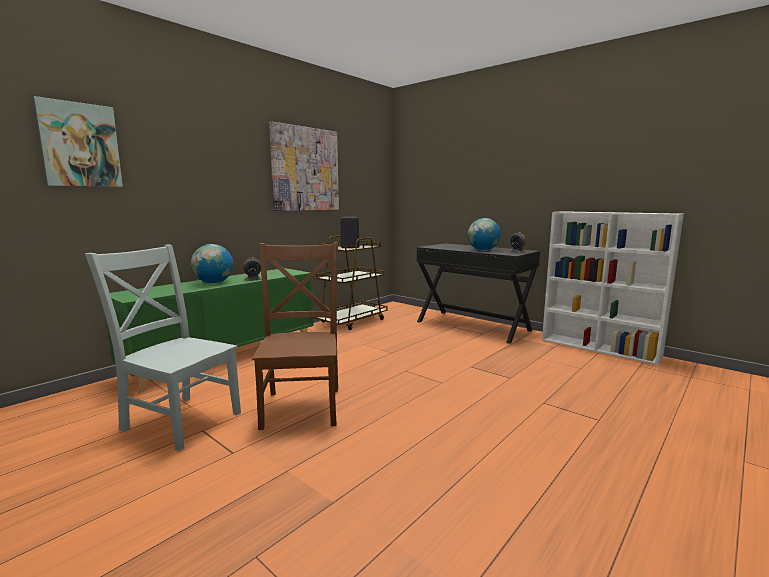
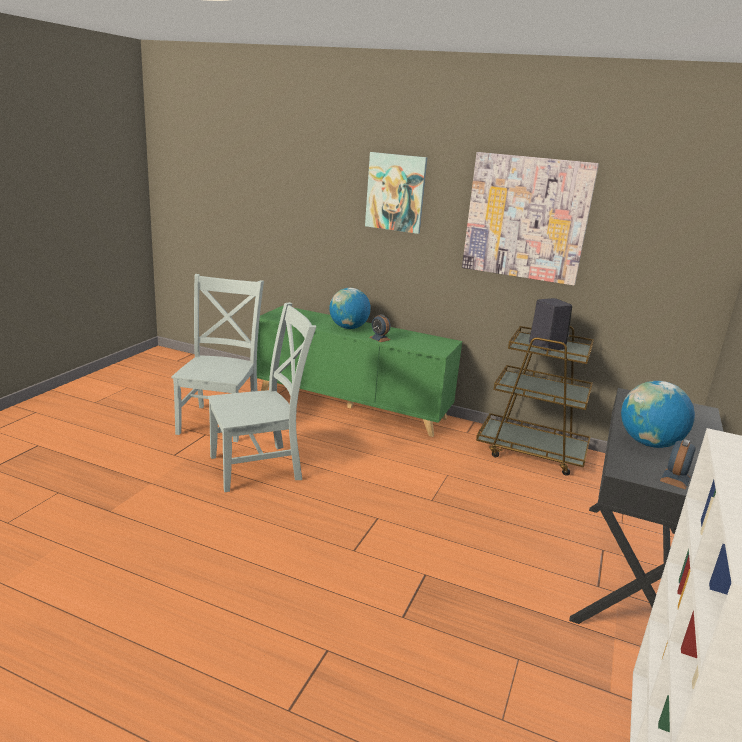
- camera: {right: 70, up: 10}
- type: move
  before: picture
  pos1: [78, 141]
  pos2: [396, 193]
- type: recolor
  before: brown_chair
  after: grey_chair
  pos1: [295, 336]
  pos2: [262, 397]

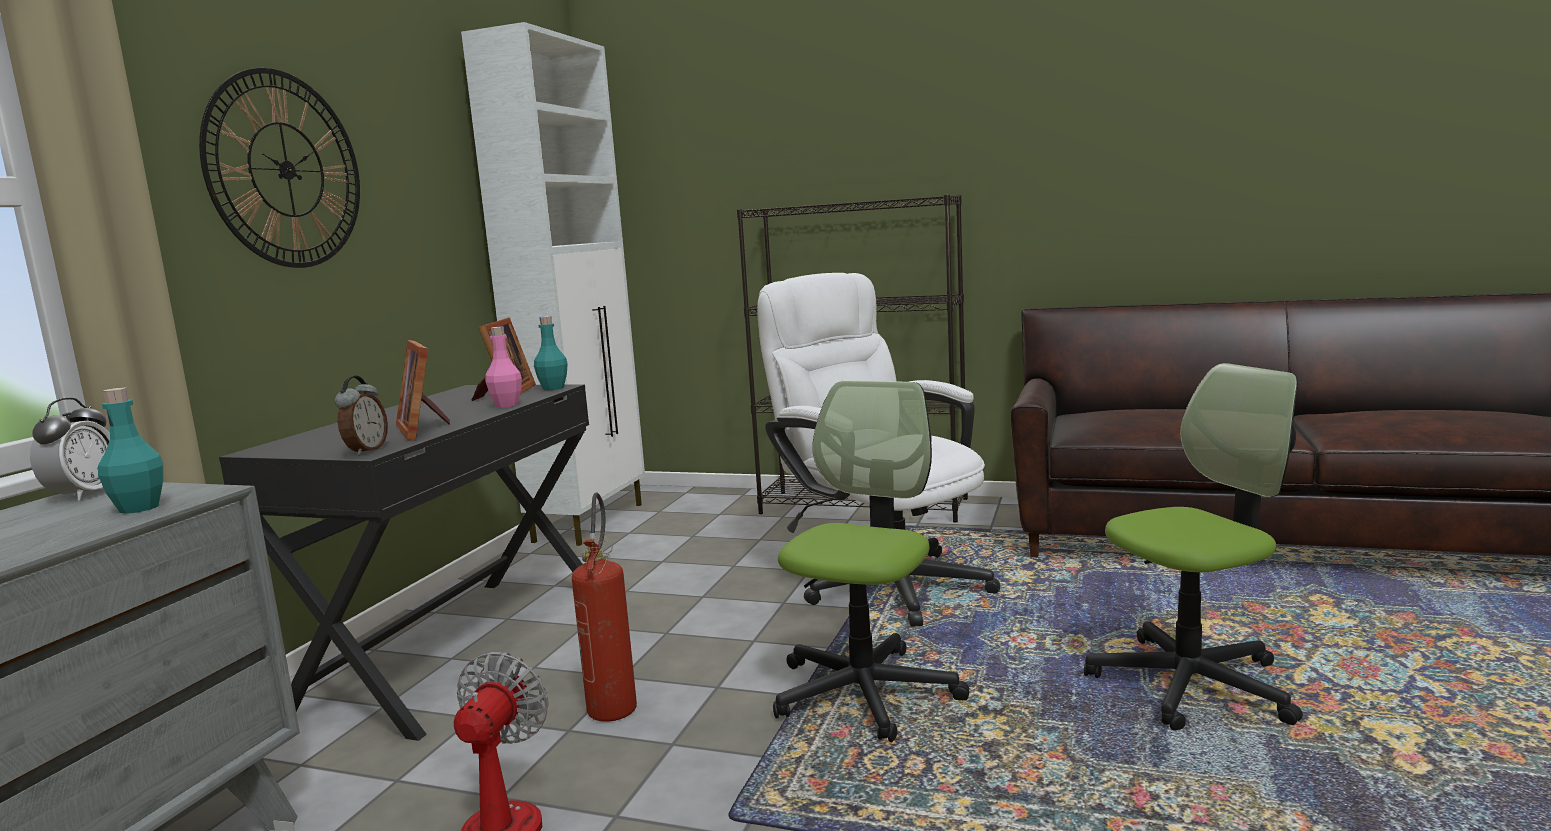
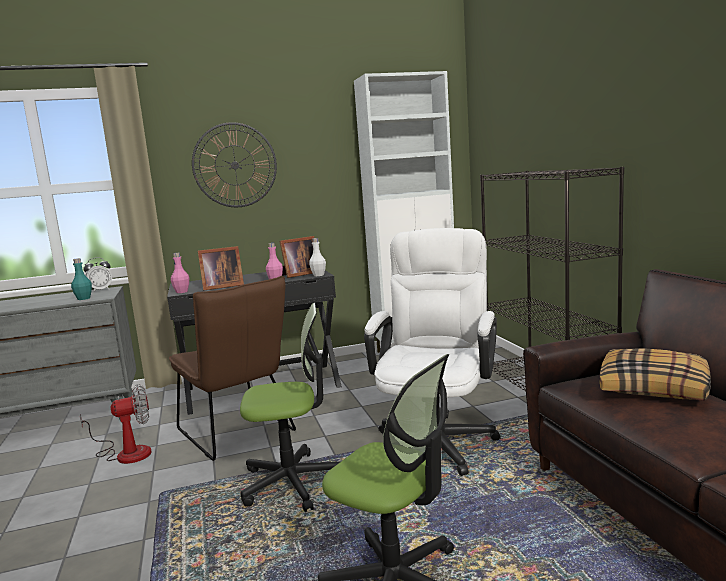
- camera: {right: 55, up: 0}
- type: insert
  after: pillow
  pos2: [655, 374]
- type: replace
  before: alarm_clock
  after: pink_bottle
  pos1: [361, 415]
  pos2: [180, 273]
- type: replace
  before: fire_extinguisher
  after: brown_chair
  pos1: [604, 607]
  pos2: [232, 368]
- type: recolor
  before: turquoise_bottle
  after: white_bottle
  pos1: [551, 353]
  pos2: [317, 257]
- type: rotate
  before: picture_frame
  pos1: [423, 390]
  pos2: [221, 268]
  turn: -135

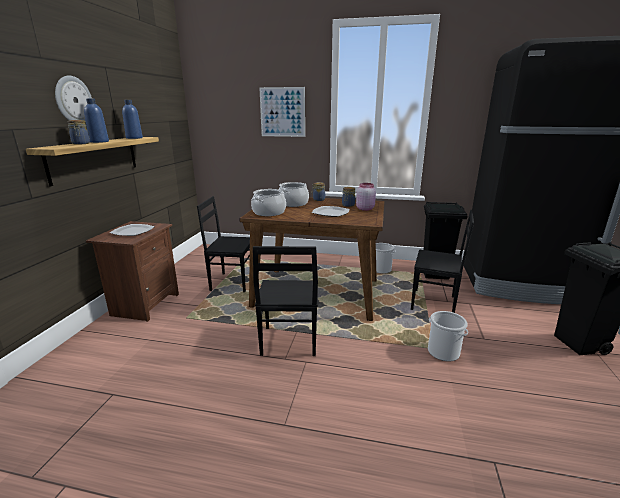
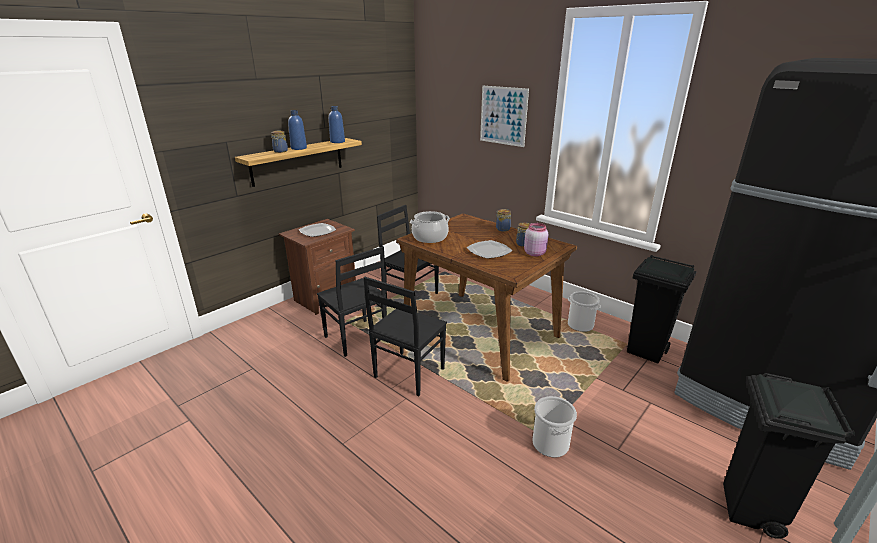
- camera: {right: 30, up: 5}
- type: delete
  before: wall_clock
  pos1: [73, 99]
- type: delete
  before: cooking_pot
  pos1: [294, 194]
- type: move
  before: black_chair
  pos1: [442, 261]
  pos2: [352, 301]

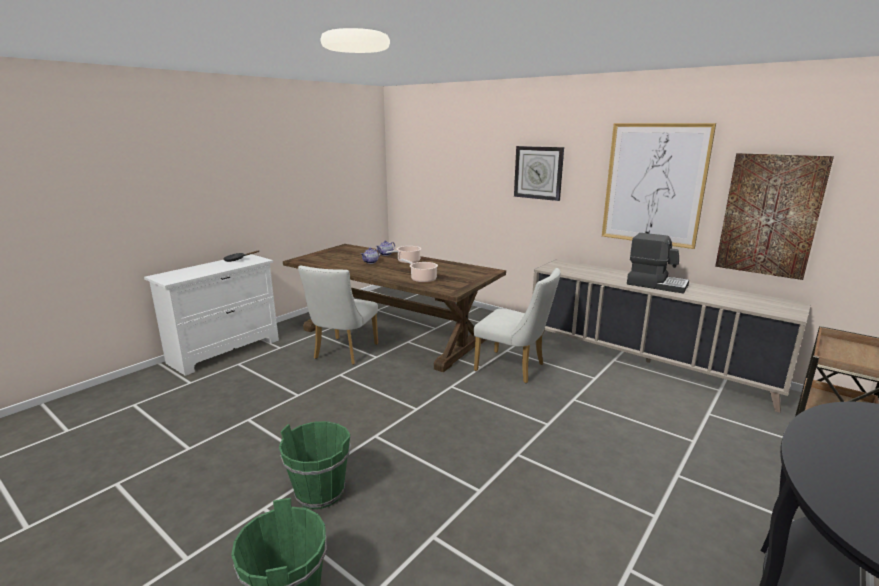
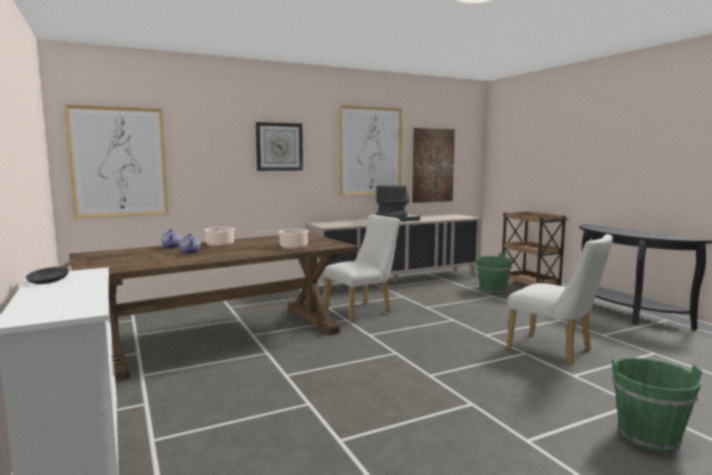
- camera: {right: -65, up: -10}
- type: insert
  after: picture
  pos2: [116, 161]
- type: move
  before: green_bucket
  pos1: [315, 465]
  pos2: [494, 273]
- type: move
  before: white_chair
  pos1: [338, 315]
  pos2: [560, 300]

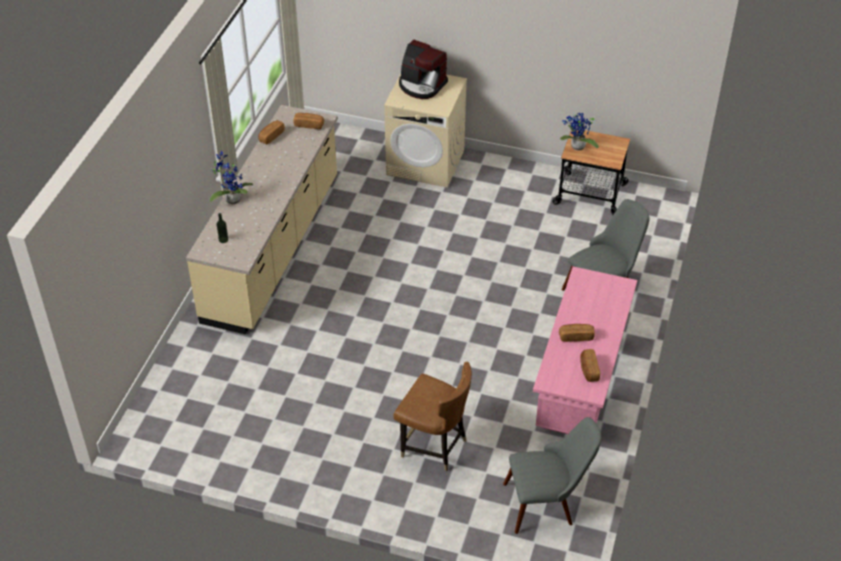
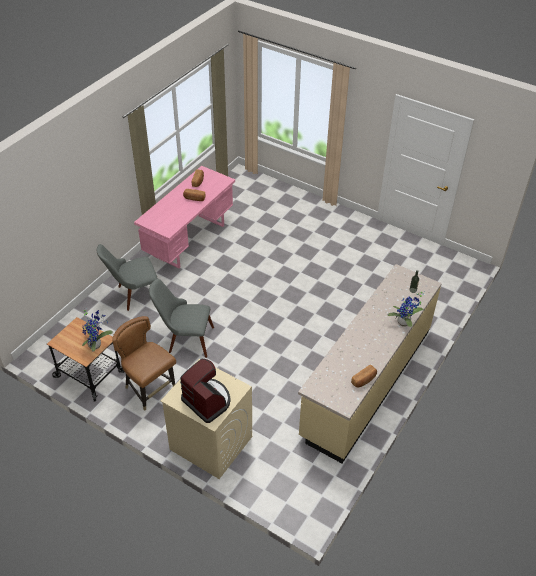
- camera: {right: -165, up: 0}
- type: delete
  before: bread
  pos1: [308, 121]
- type: move
  before: brown_chair
  pos1: [432, 416]
  pos2: [144, 363]
- type: move
  before: grey_chair
  pos1: [552, 475]
  pos2: [181, 318]

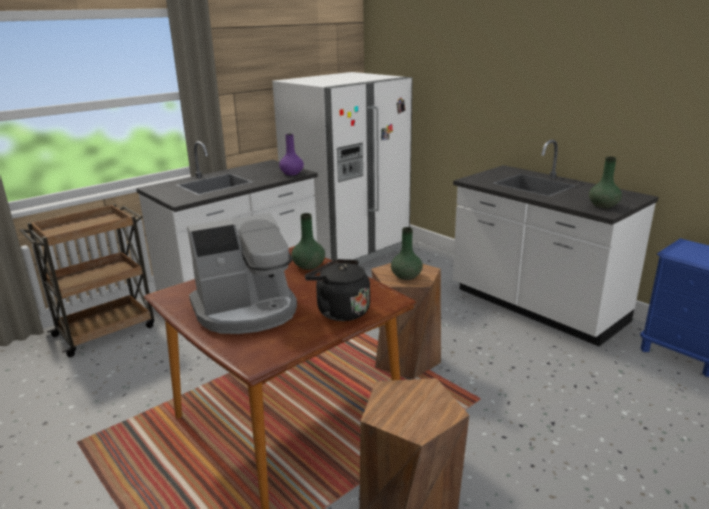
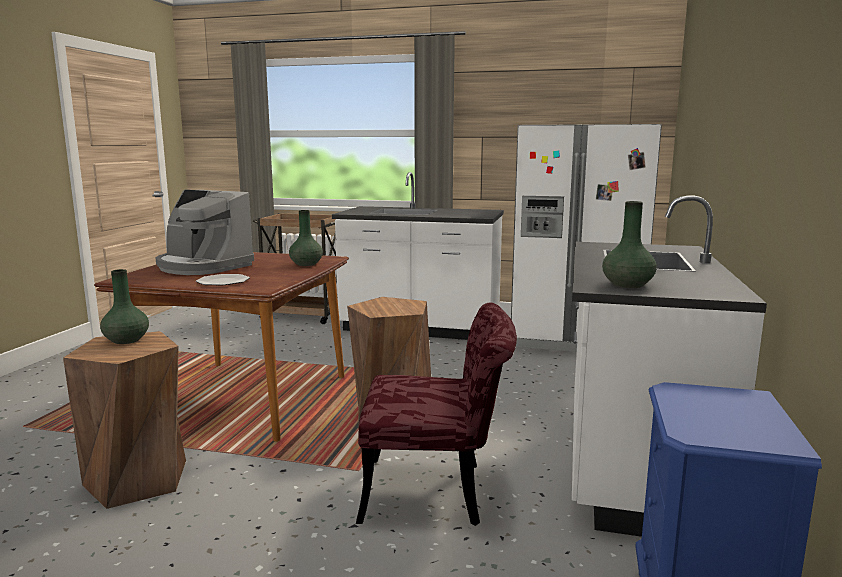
- camera: {right: 55, up: -10}
- type: delete
  before: purple_vase
  pos1: [291, 154]
- type: insert
  after: red_chair
  pos2: [436, 414]
- type: move
  before: green_vase
  pos1: [407, 253]
  pos2: [124, 306]
- type: replace
  before: black_kettle
  after: plate
  pos1: [337, 290]
  pos2: [223, 279]

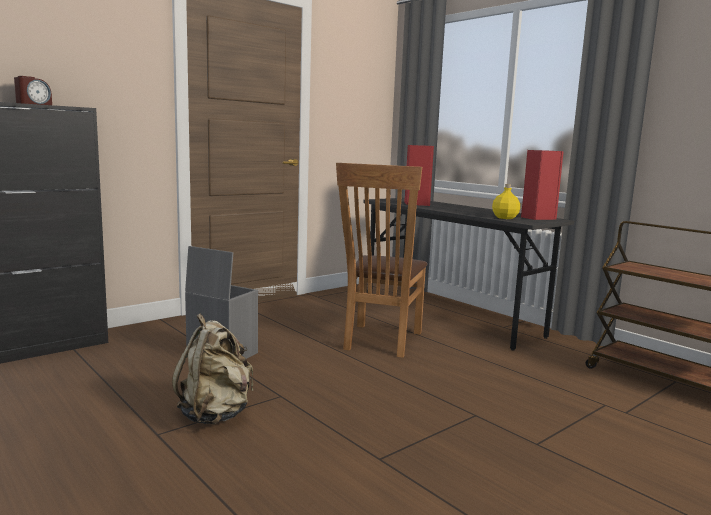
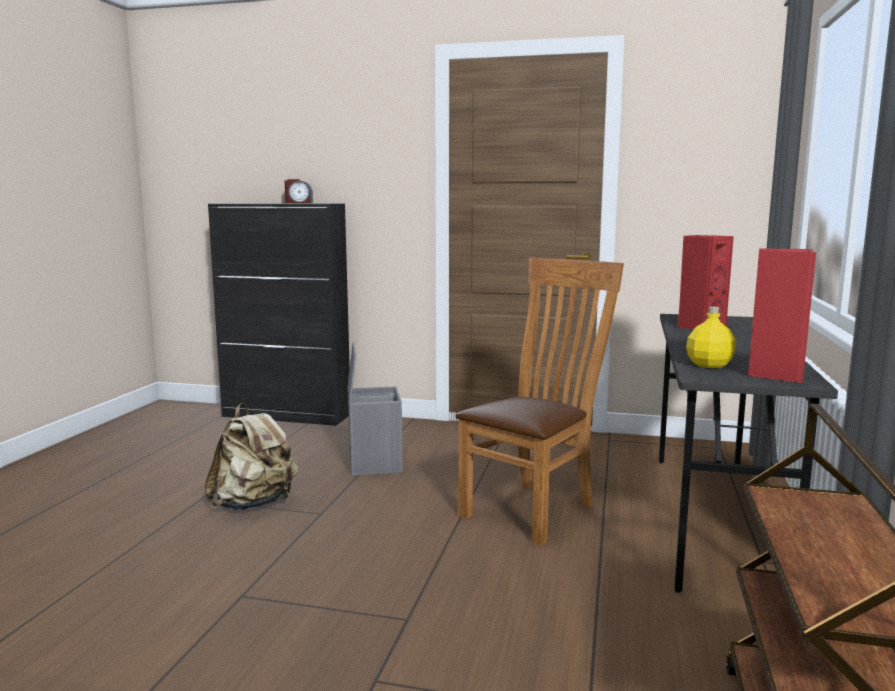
- camera: {right: 55, up: 0}
- type: rotate
  before: brown_chair
  pos1: [381, 260]
  pos2: [539, 401]
  turn: 150

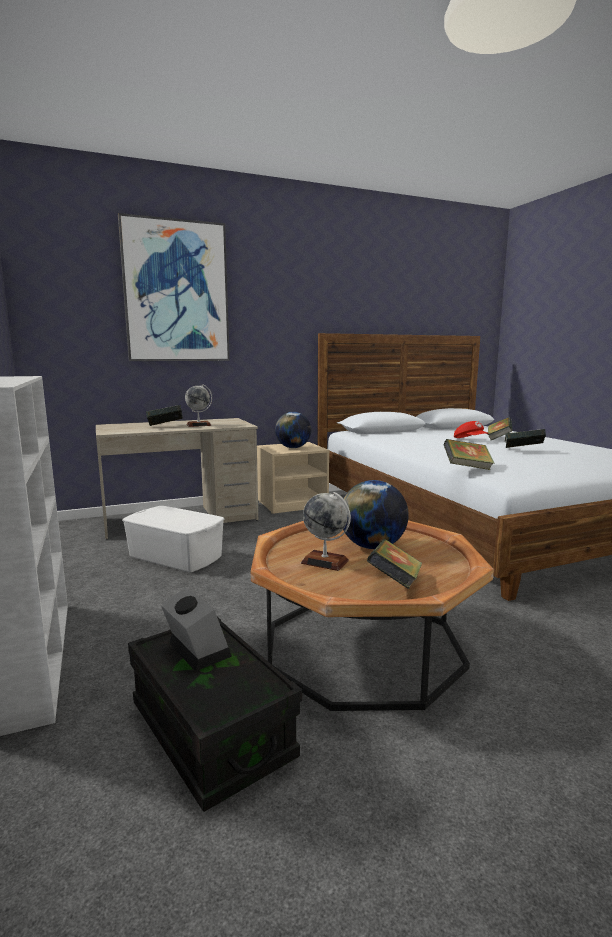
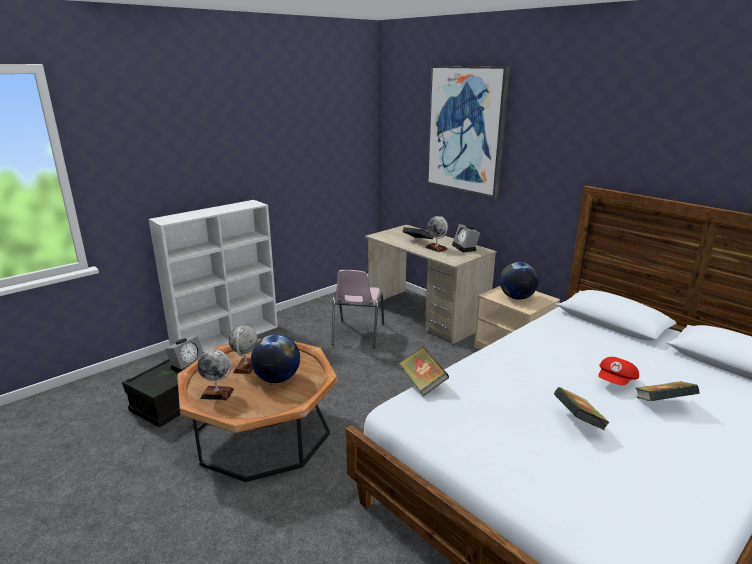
- camera: {right: 70, up: 10}
- type: insert
  after: alarm_clock
  pos2: [466, 238]
- type: replace
  before: white_storage_box
  after: pink_chair
  pos1: [173, 539]
  pos2: [357, 309]
- type: replace
  before: book
  after: globe
  pos1: [394, 564]
  pos2: [215, 375]

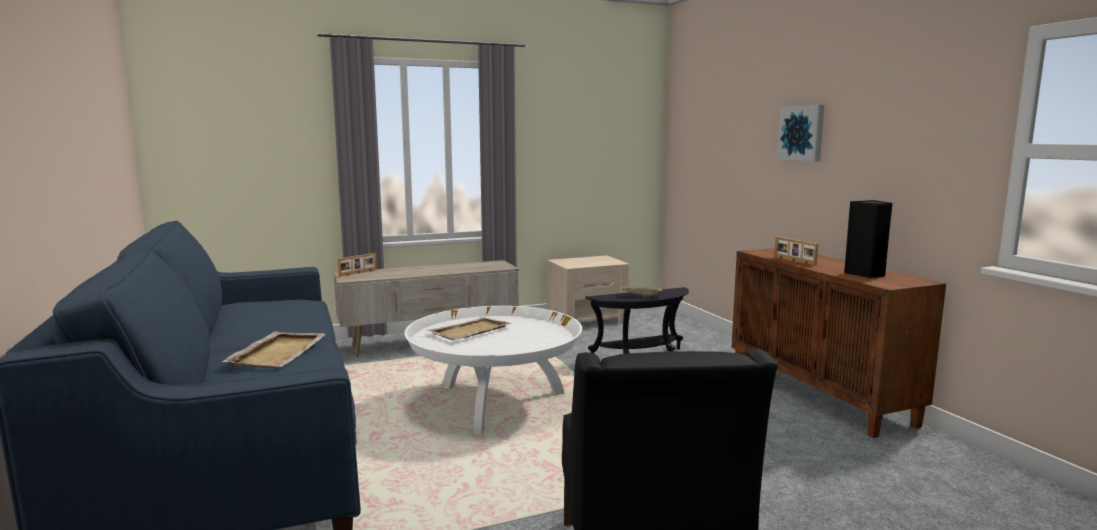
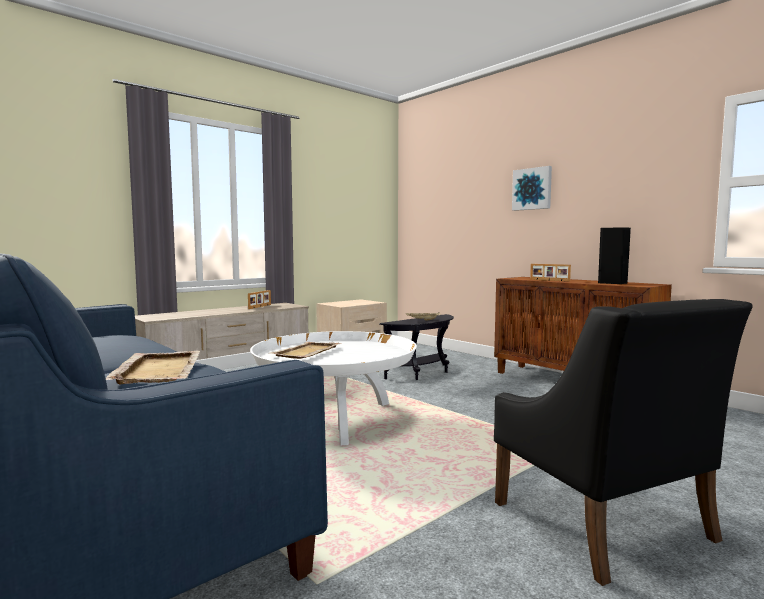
- camera: {right: -20, up: -5}
- type: move
  before: picture_frame
  pos1: [357, 265]
  pos2: [259, 299]

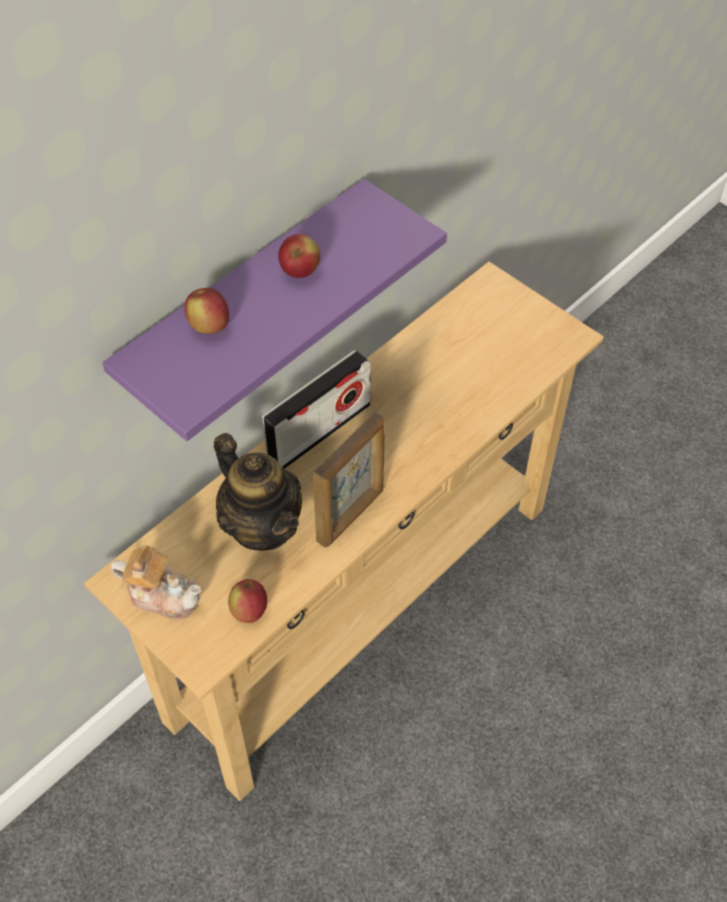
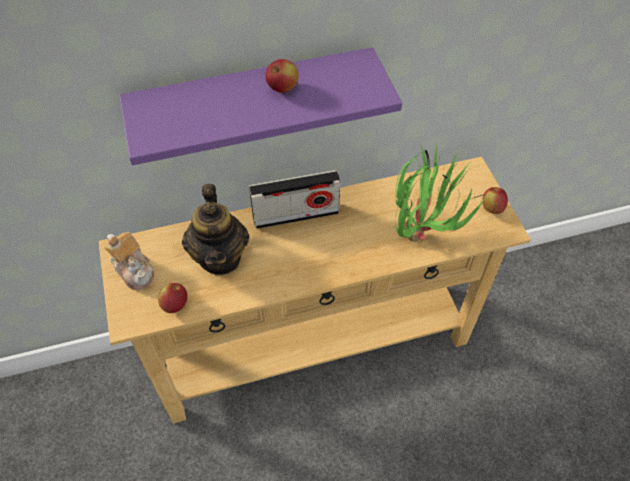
- camera: {right: 30, up: 0}
- type: delete
  before: picture_frame
  pos1: [349, 479]
- type: insert
  after: potted_plant
  pos2: [440, 192]
- type: move
  before: apple
  pos1: [206, 311]
  pos2: [495, 200]

